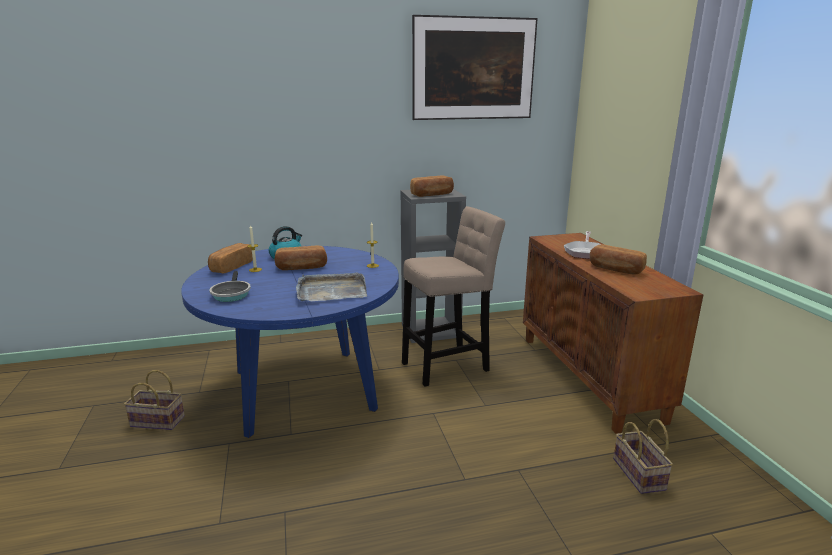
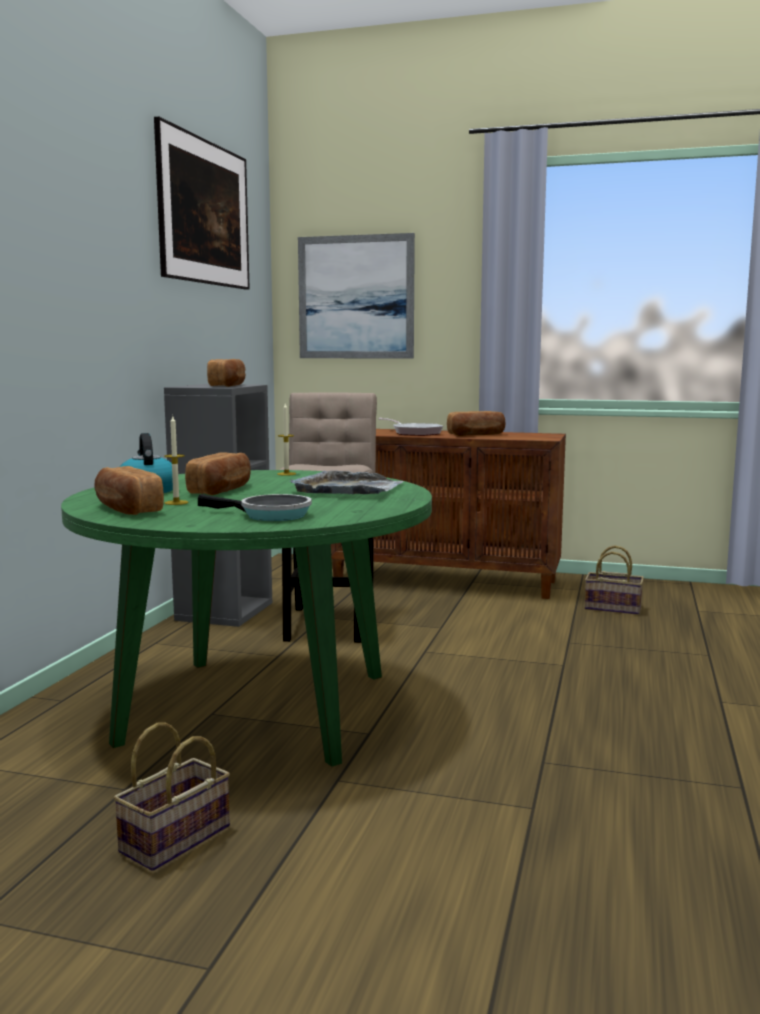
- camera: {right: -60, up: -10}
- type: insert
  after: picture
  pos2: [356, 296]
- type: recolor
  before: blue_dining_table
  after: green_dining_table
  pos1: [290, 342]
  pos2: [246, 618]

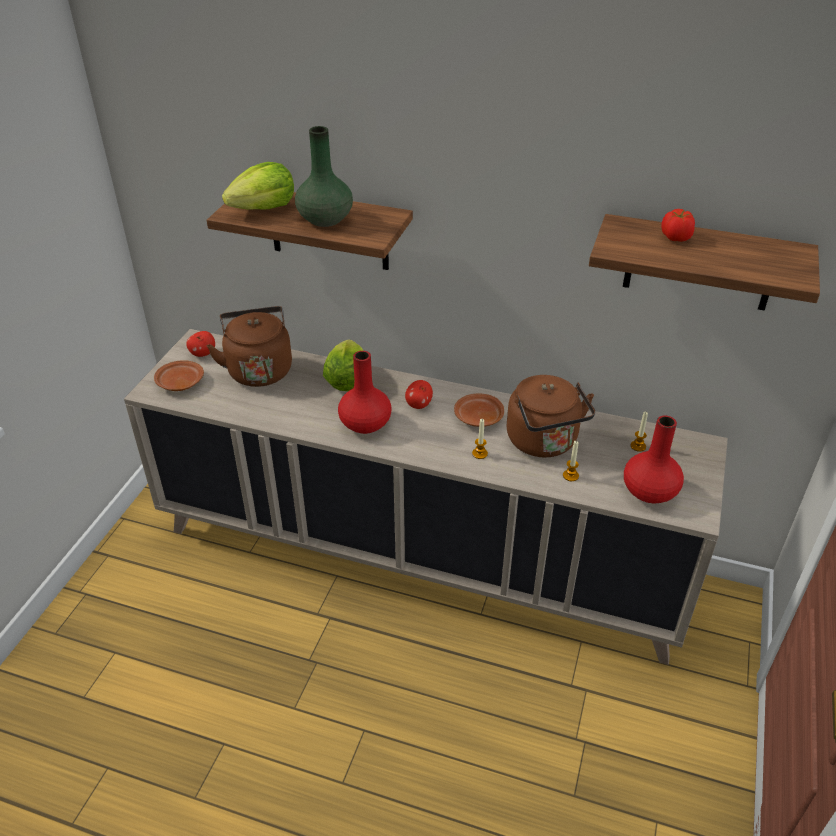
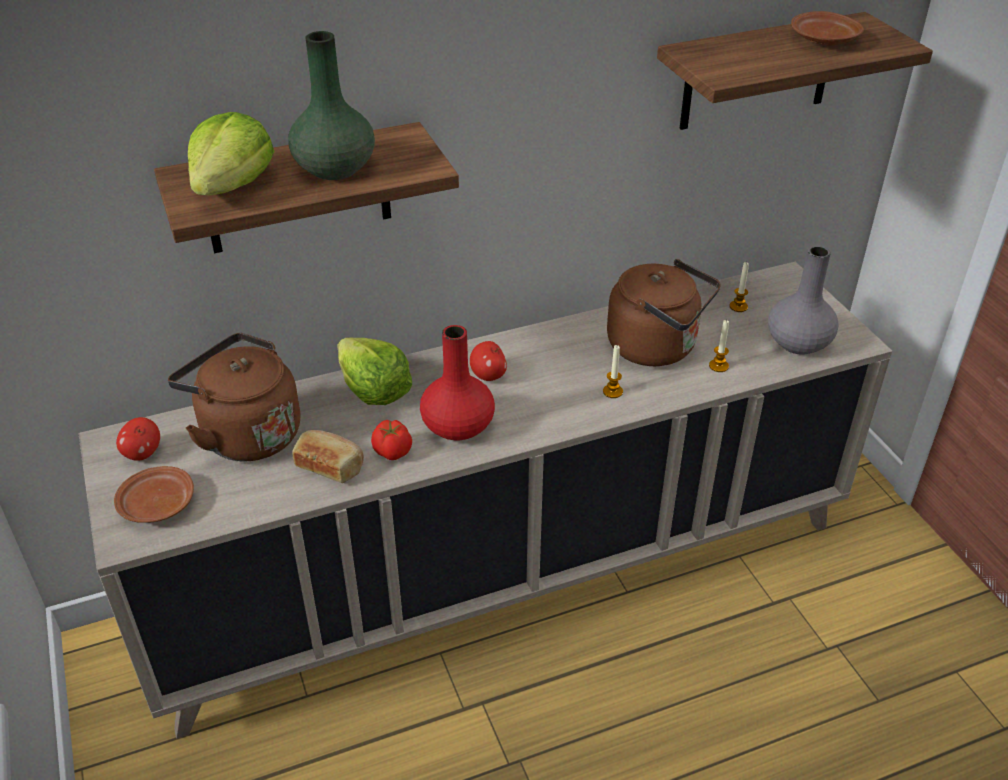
- camera: {right: -40, up: 0}
- type: insert
  after: bread
  pos2: [328, 456]
- type: move
  before: brown_plate
  pos1: [479, 410]
  pos2: [827, 28]
- type: move
  before: tomato
  pos1: [678, 225]
  pos2: [391, 440]
- type: recolor
  before: red_vase
  after: grey_vase
  pos1: [654, 459]
  pos2: [803, 300]

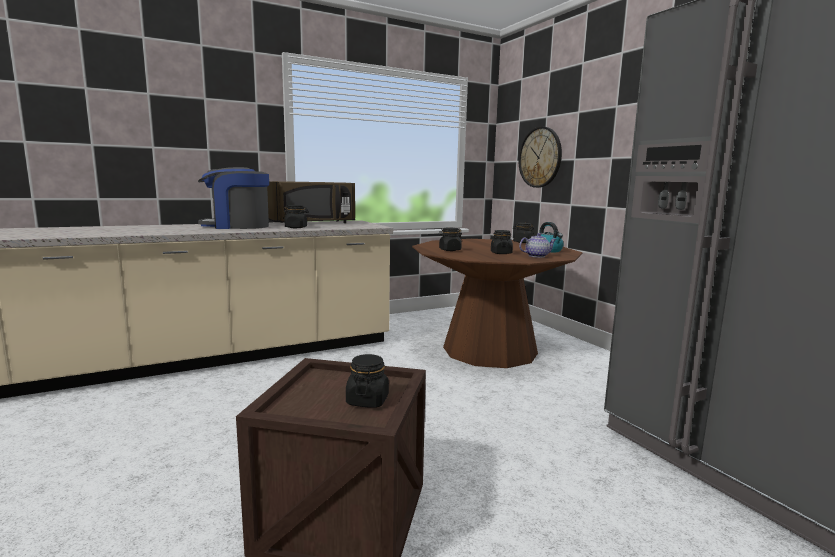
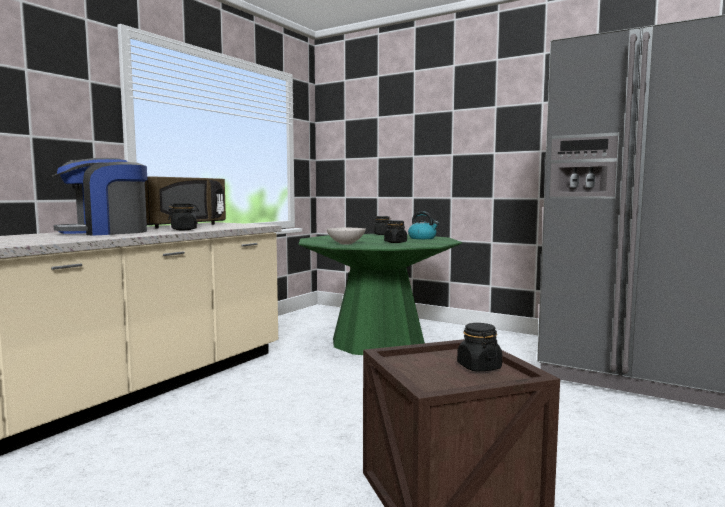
- camera: {right: -30, up: -5}
- type: delete
  before: wall_clock
  pos1: [540, 157]
- type: delete
  before: teapot
  pos1: [538, 245]
- type: replace
  before: black_jar
  after: white_bowl
  pos1: [450, 239]
  pos2: [346, 236]
- type: recolor
  before: brown_dining_table
  after: green_dining_table
  pos1: [497, 303]
  pos2: [380, 294]

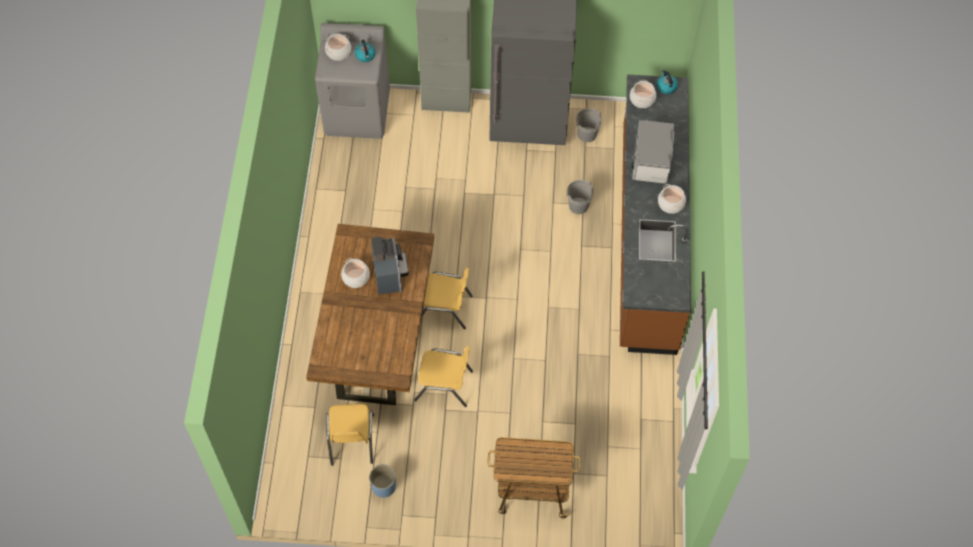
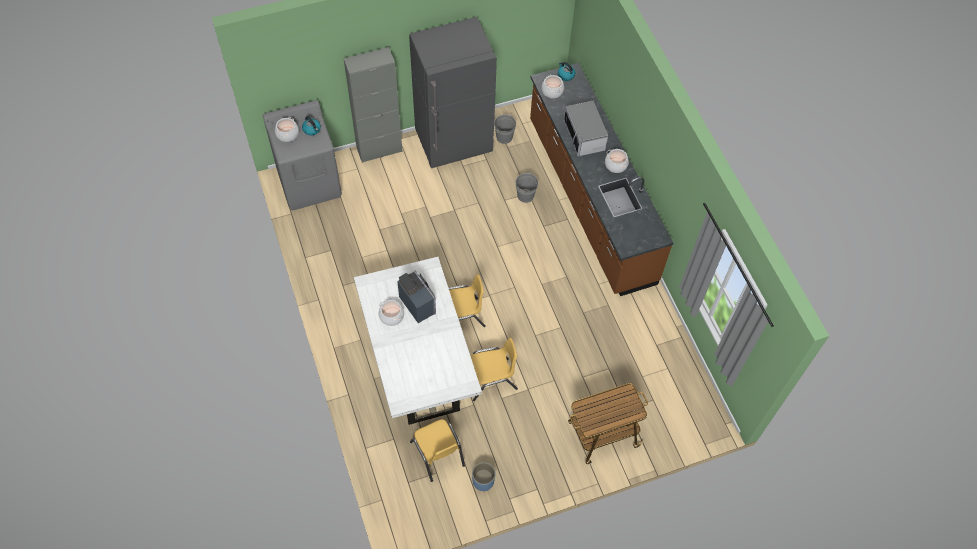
- camera: {right: -25, up: 0}
- type: recolor
  before: brown_dining_table
  after: white_dining_table
  pos1: [370, 314]
  pos2: [418, 341]

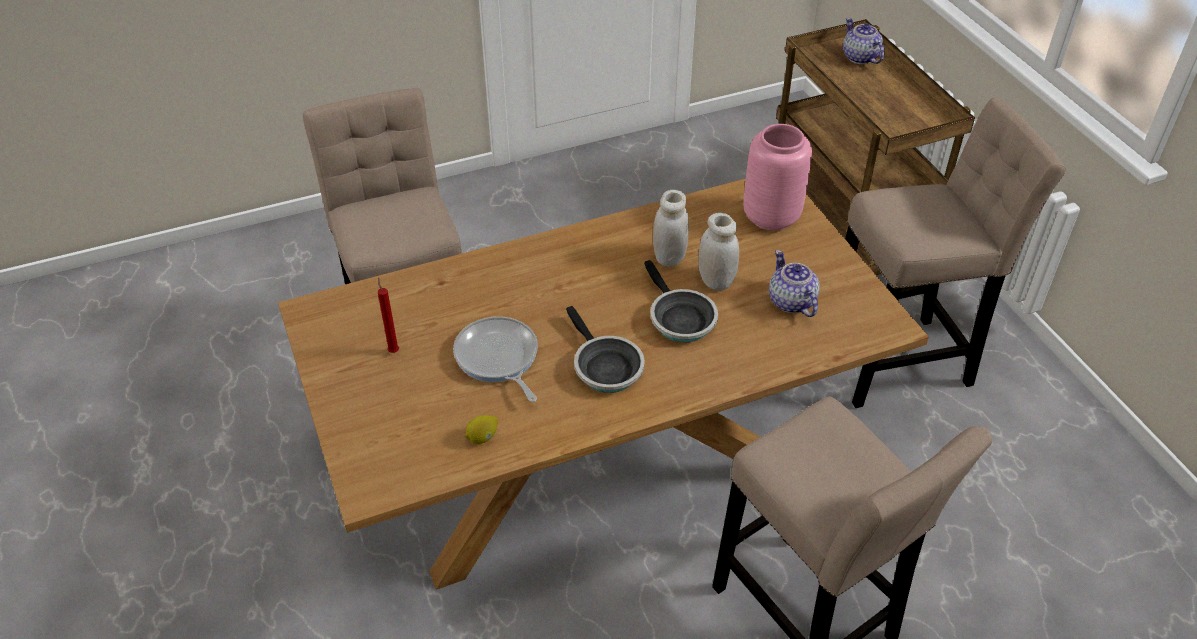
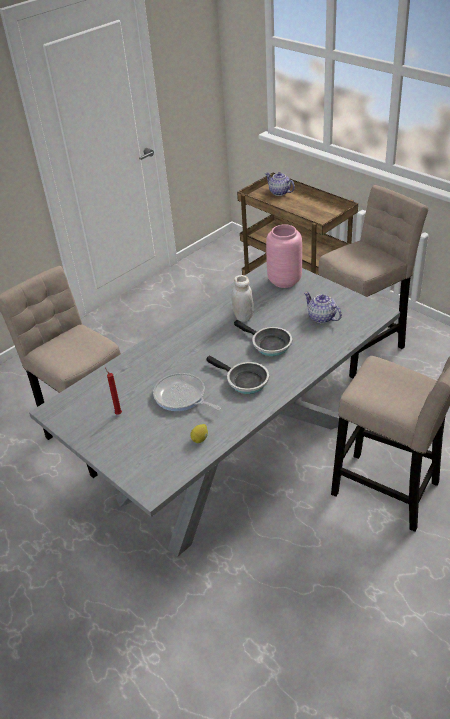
- camera: {right: -20, up: -5}
- type: delete
  before: white_jar
  pos1: [718, 252]
- type: recolor
  before: brown_dining_table
  after: grey_dining_table
  pos1: [603, 384]
  pos2: [214, 409]

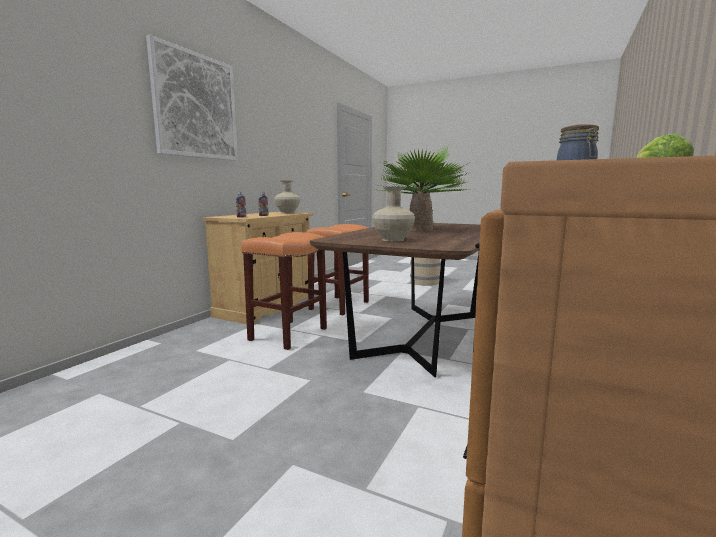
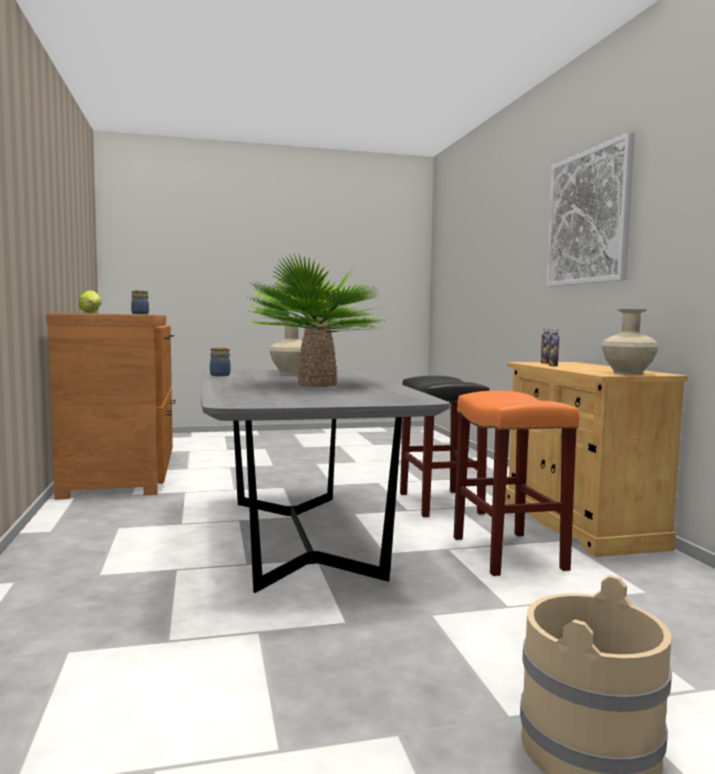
- camera: {right: 140, up: -5}
- type: insert
  after: jar
  pos2: [220, 361]
- type: recolor
  before: orange_stool
  after: black_stool
  pos1: [284, 291]
  pos2: [445, 446]
- type: recolor
  before: brown_dining_table
  after: grey_dining_table
  pos1: [395, 300]
  pos2: [325, 481]

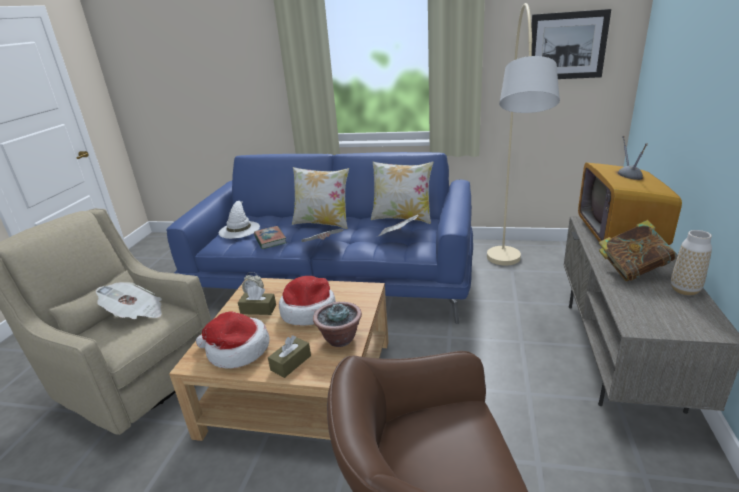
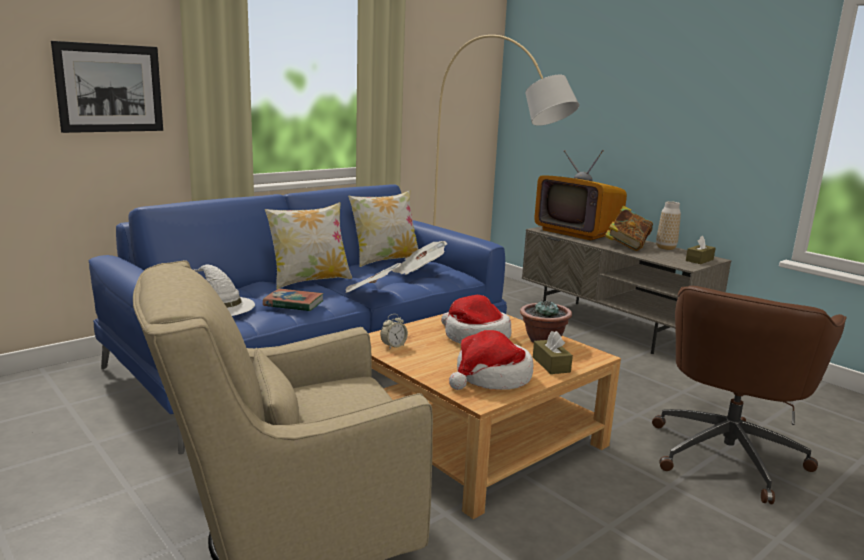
- camera: {right: -55, up: -10}
- type: delete
  before: newspaper
  pos1: [129, 300]
- type: move
  before: brown_tissue_box
  pos1: [257, 300]
  pos2: [700, 250]
- type: move
  before: picture
  pos1: [571, 44]
  pos2: [107, 87]

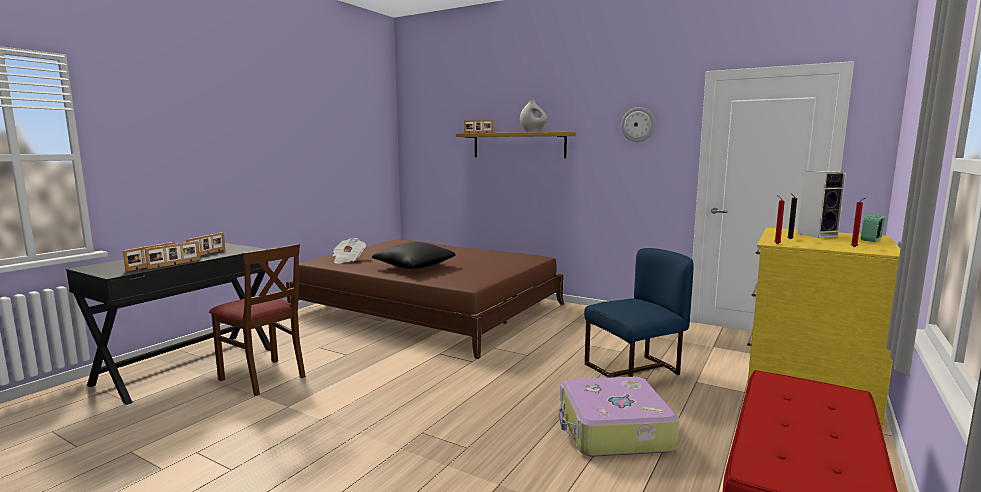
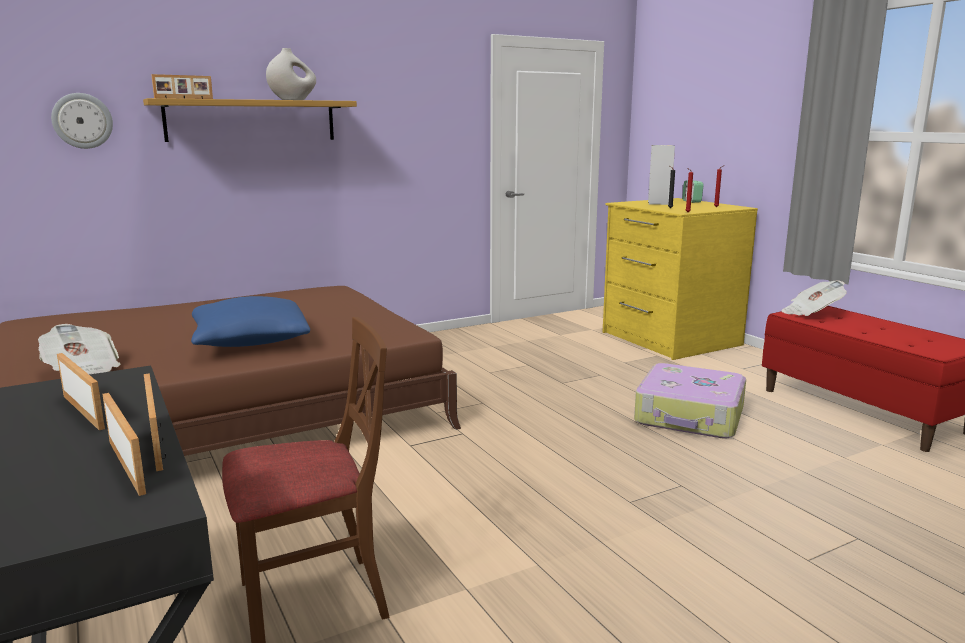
- camera: {right: -60, up: 5}
- type: delete
  before: blue_chair
  pos1: [639, 313]
- type: insert
  after: newspaper
  pos2: [814, 298]
- type: move
  before: wall_clock
  pos1: [638, 124]
  pos2: [82, 121]
- type: recolor
  before: black_pillow
  after: blue_pillow
  pos1: [414, 255]
  pos2: [250, 321]

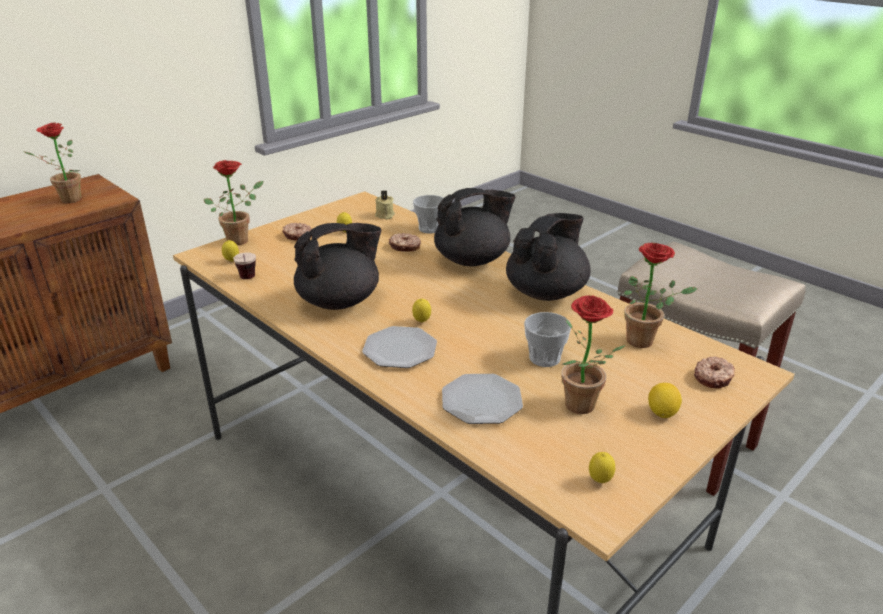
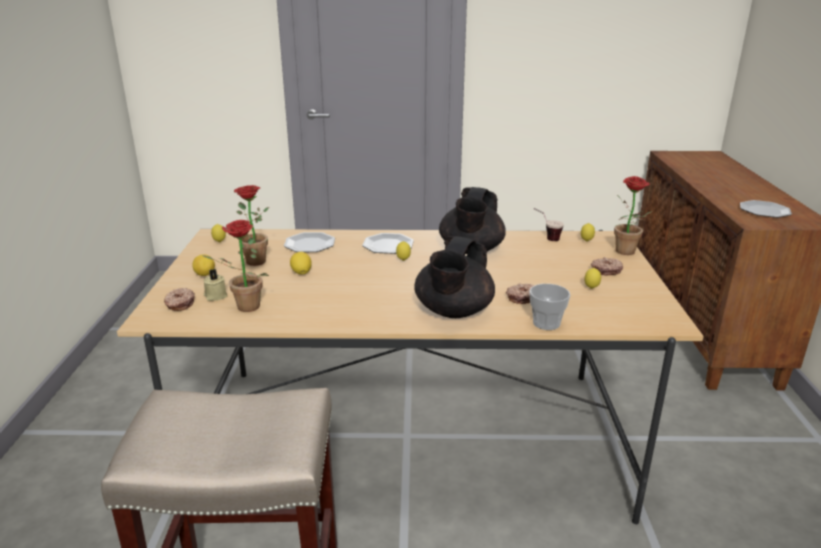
- camera: {right: 135, up: -5}
- type: delete
  before: black_teapot
  pos1: [548, 257]
- type: move
  before: beige_candle
  pos1: [385, 205]
  pos2: [215, 285]
- type: replace
  before: potted_plant
  after: plate
  pos1: [52, 163]
  pos2: [766, 209]
- type: replace
  before: cup
  after: lemon
  pos1: [547, 339]
  pos2: [301, 263]

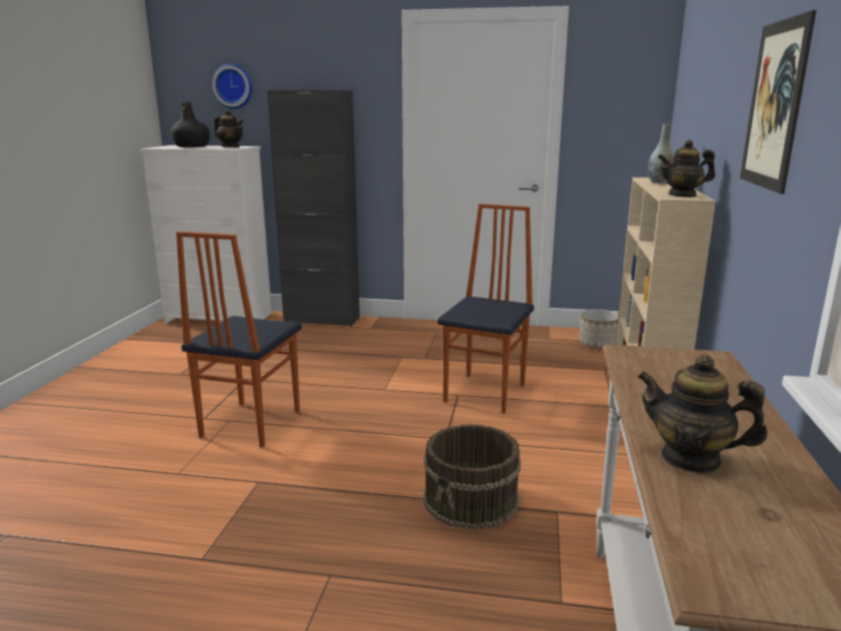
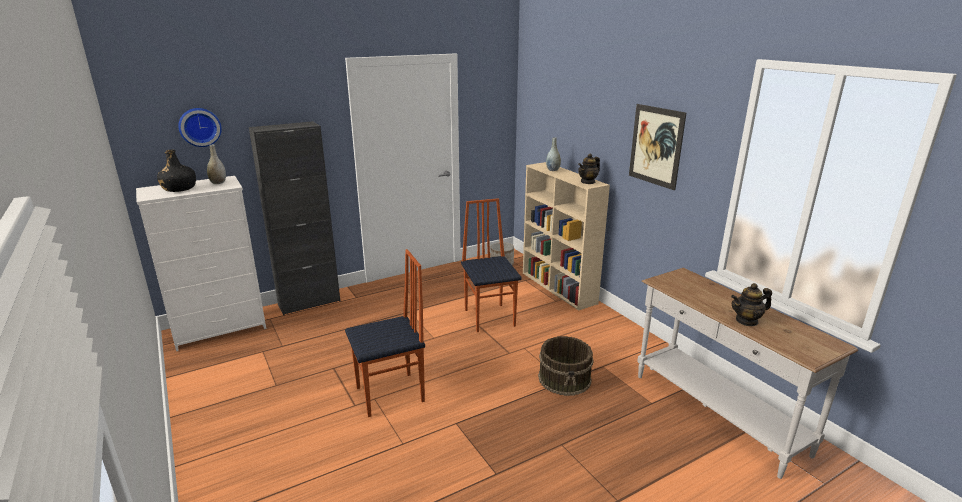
- camera: {right: -40, up: 5}
- type: replace
  before: teapot
  after: grey_vase
  pos1: [229, 128]
  pos2: [216, 164]
- type: rotate
  before: chair
  pos1: [239, 339]
  pos2: [385, 333]
  turn: -90

